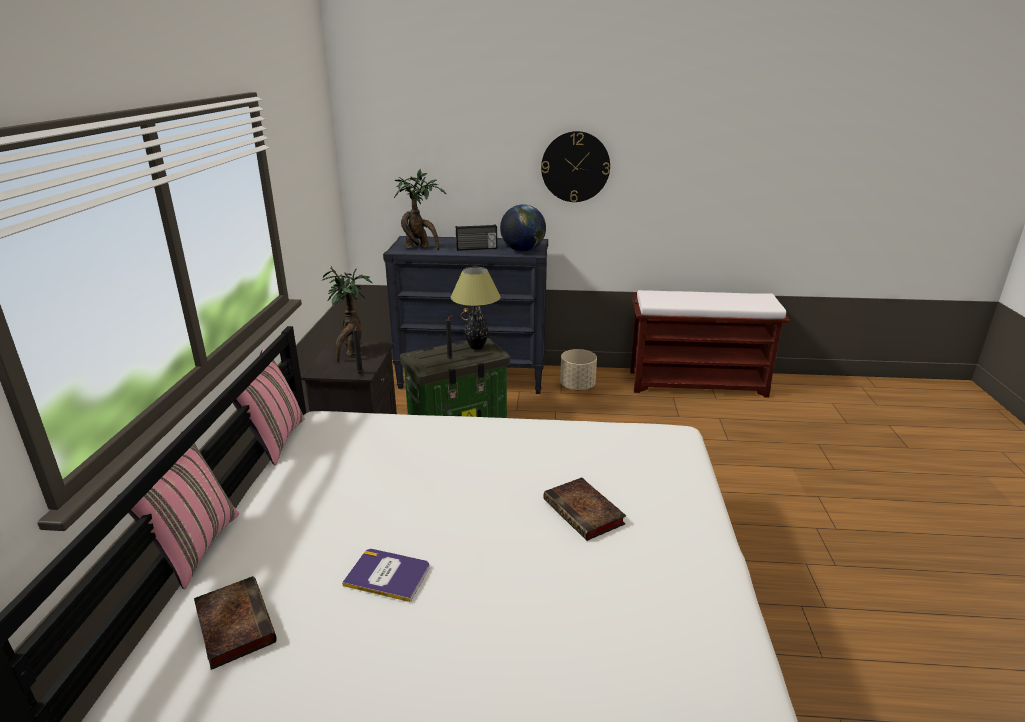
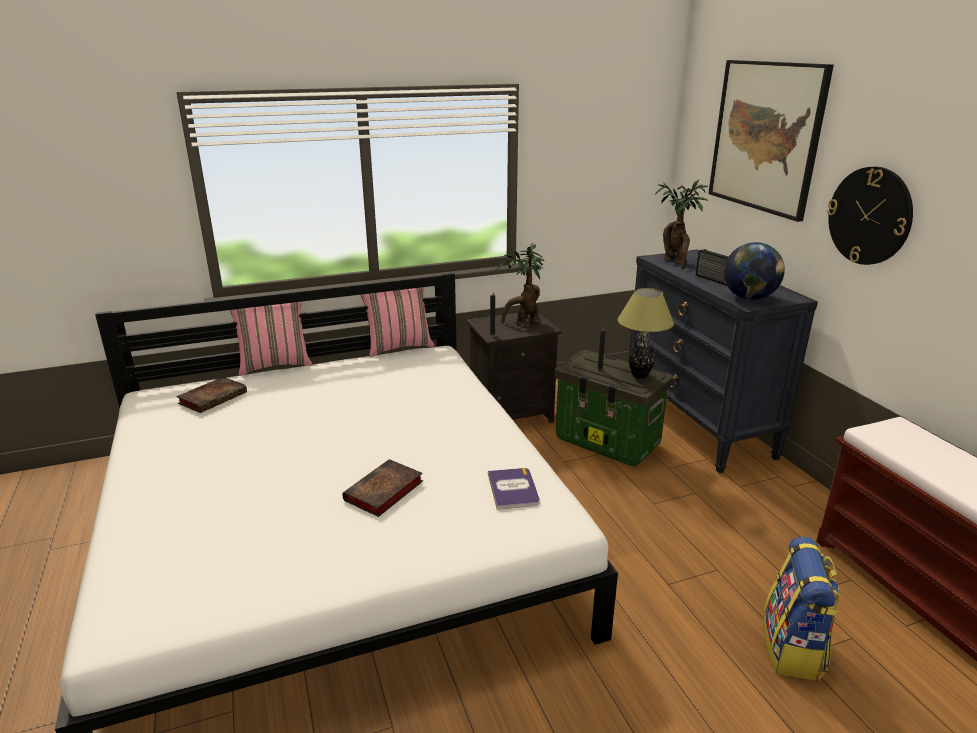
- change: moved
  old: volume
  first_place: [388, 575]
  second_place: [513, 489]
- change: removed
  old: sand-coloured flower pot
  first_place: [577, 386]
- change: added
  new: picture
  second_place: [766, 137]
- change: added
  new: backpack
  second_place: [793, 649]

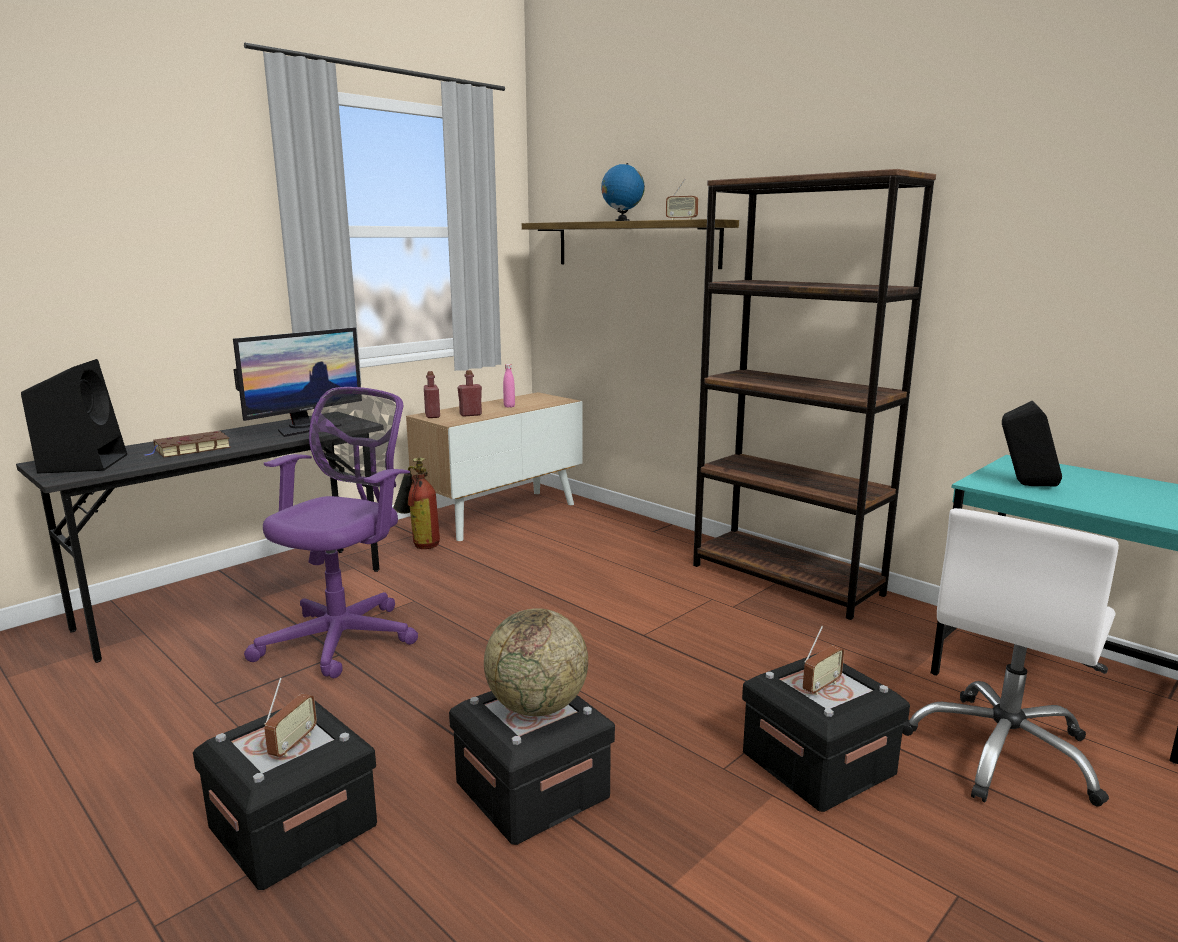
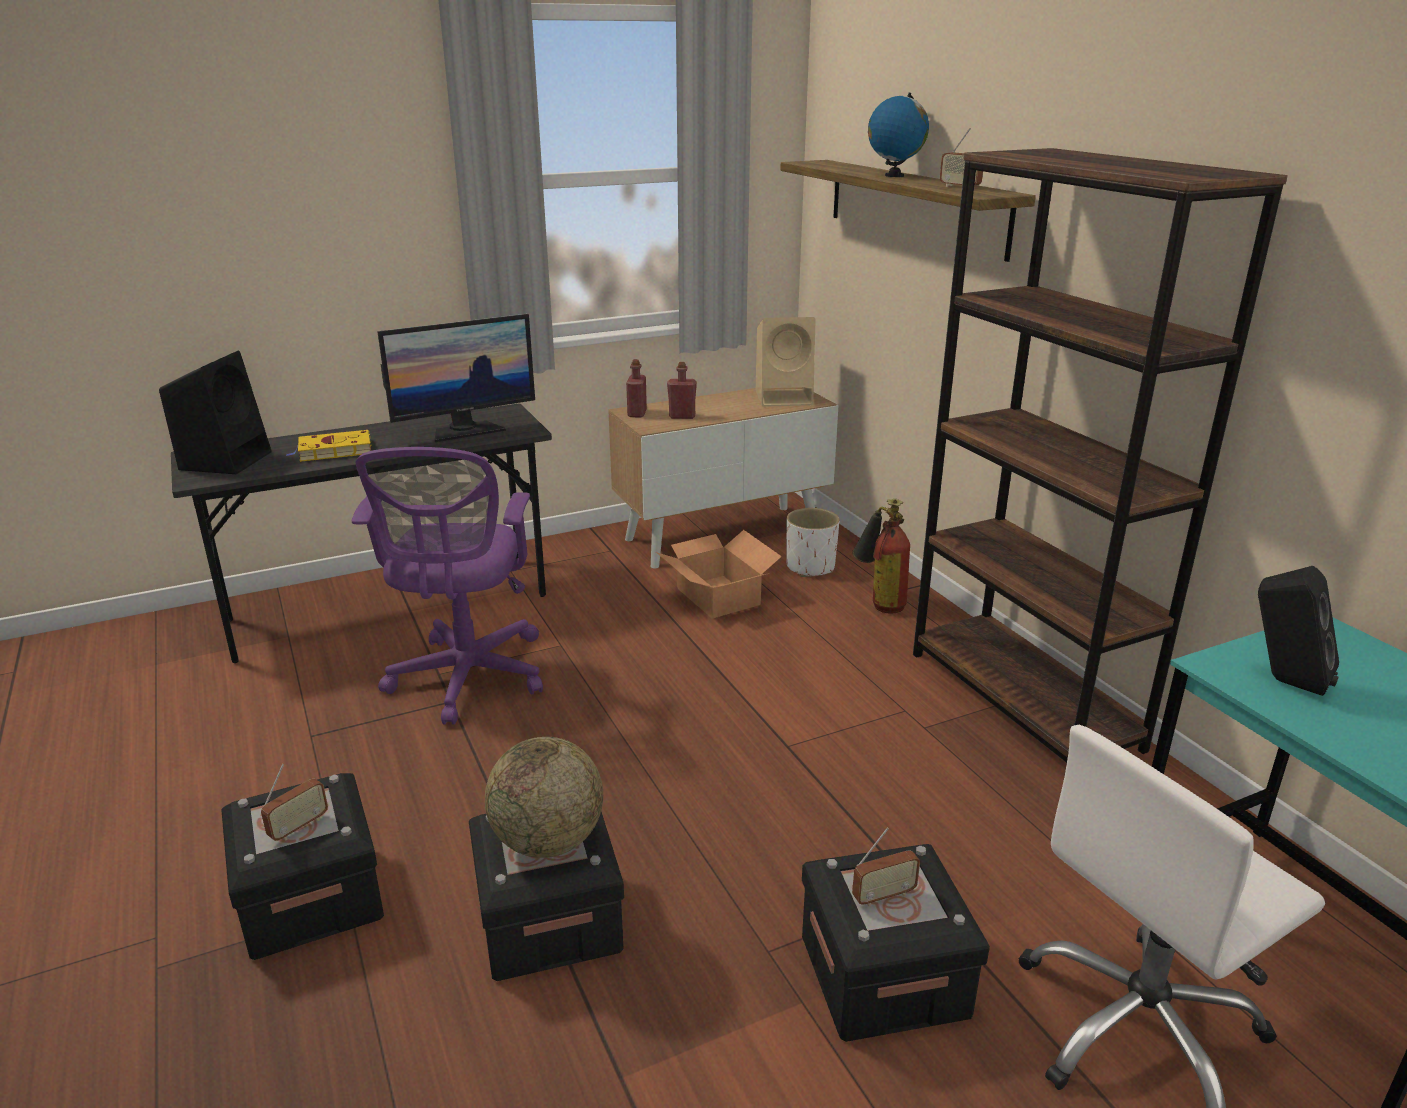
- change: recoloured
  old: brownish volume
  new: yellowish volume
  first_place: [190, 449]
  second_place: [333, 451]
- change: turned
  old: purplish desk chair
  first_place: [344, 637]
  second_place: [467, 680]
  degrees: 135
- change: moved
  old: fire-fighting cylinder
  first_place: [419, 543]
  second_place: [879, 601]
- change: removed
  old: pinkish bottle
  first_place: [509, 406]
- change: added
  new: cardboard box
  second_place: [718, 596]
- change: added
  new: sand-coloured speaker
  second_place: [785, 397]
- change: added
  new: white flower pot
  second_place: [810, 567]

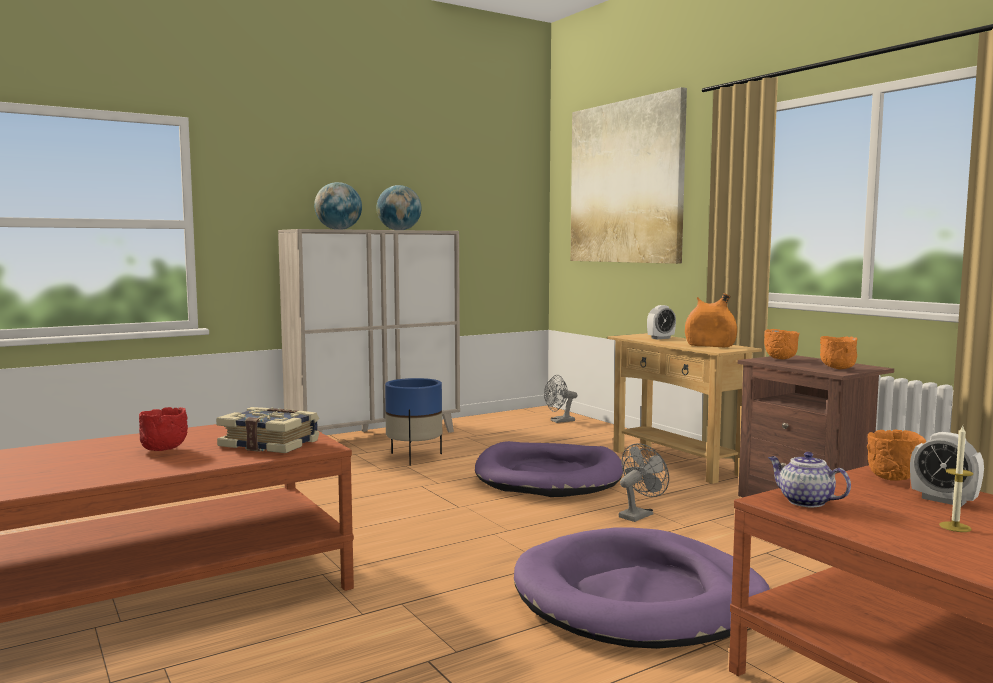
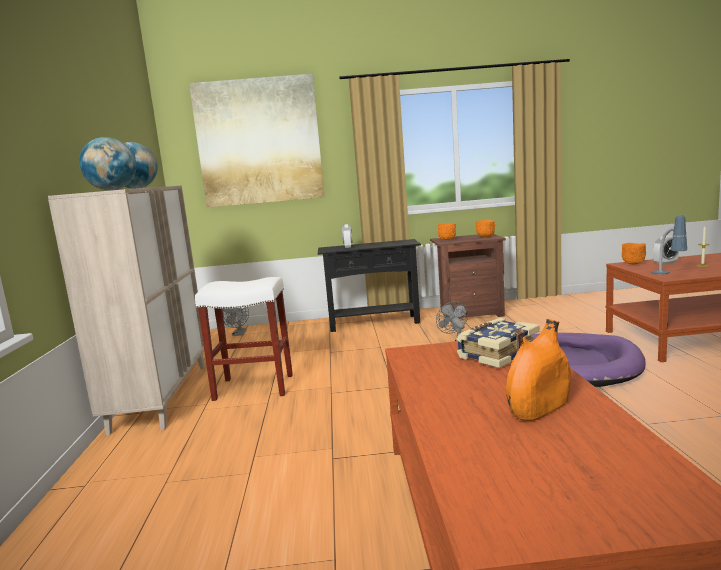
- change: removed
  old: reddish deep dish
  first_place: [164, 450]
- change: replaced
  old: bluish flower pot
  new: white stool seat
  first_place: [414, 457]
  second_place: [252, 387]
- change: removed
  old: purplish dog cushion
  first_place: [549, 476]
- change: recoloured
  old: sand-coloured narrow table
  new: blackish narrow table
  first_place: [676, 462]
  second_place: [374, 323]
- change: moved
  old: orangey decorative vase
  first_place: [710, 346]
  second_place: [539, 409]
- change: replaced
  old: teapot
  new: tabletop lamp
  first_place: [804, 501]
  second_place: [668, 275]

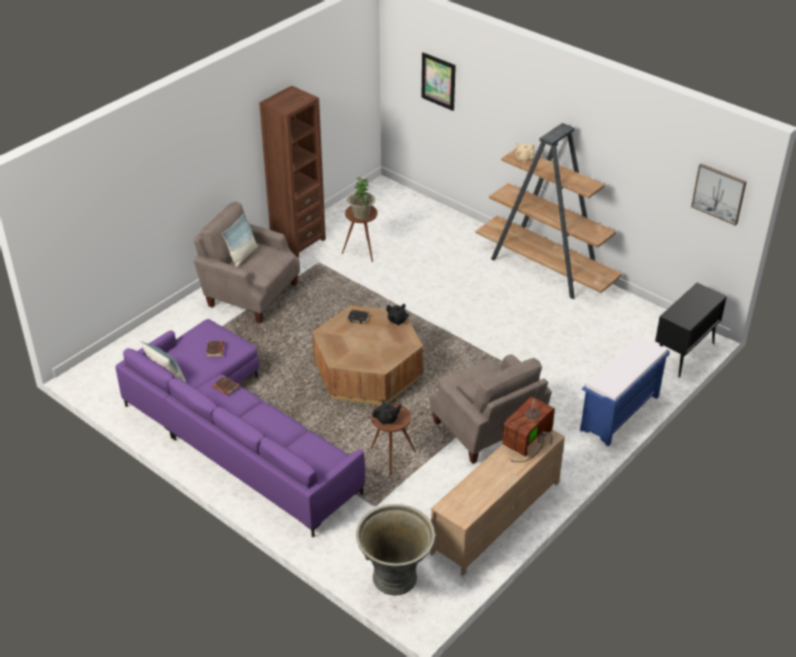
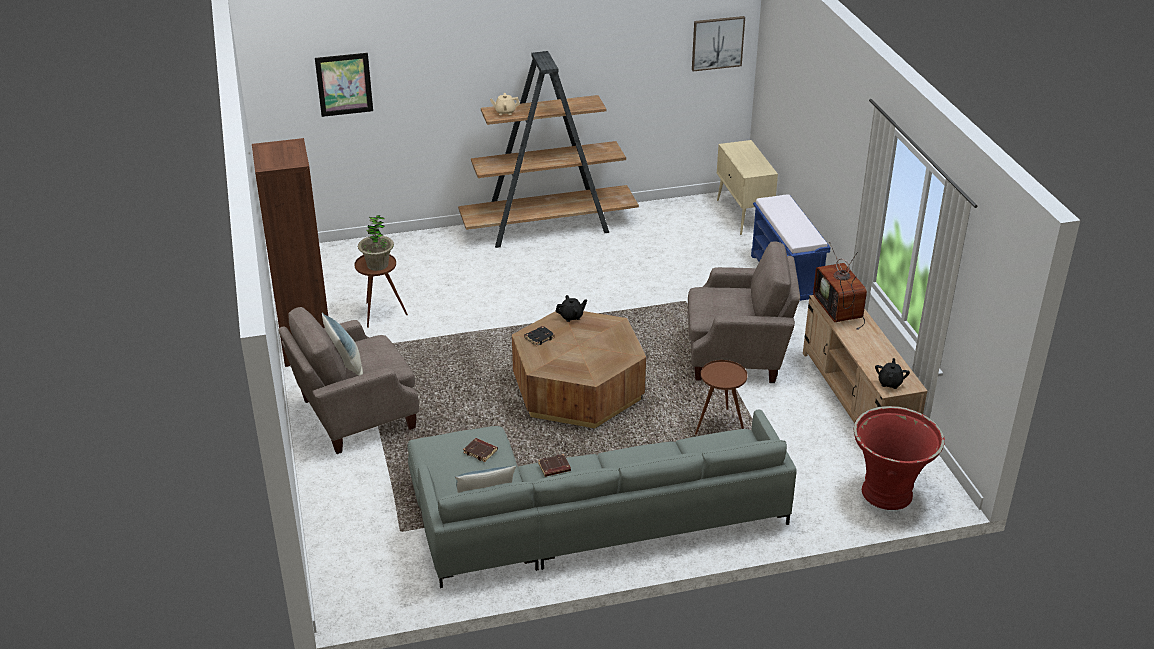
- change: recoloured
  old: purplish settee
  new: grey settee
  first_place: [237, 435]
  second_place: [582, 517]
- change: recoloured
  old: grey flower pot
  new: reddish flower pot
  first_place: [395, 578]
  second_place: [888, 493]
- change: moved
  old: blackish teapot
  first_place: [387, 419]
  second_place: [890, 383]
- change: recoloured
  old: blackish cupboard
  new: sand-coloured cupboard
  first_place: [683, 354]
  second_place: [743, 216]

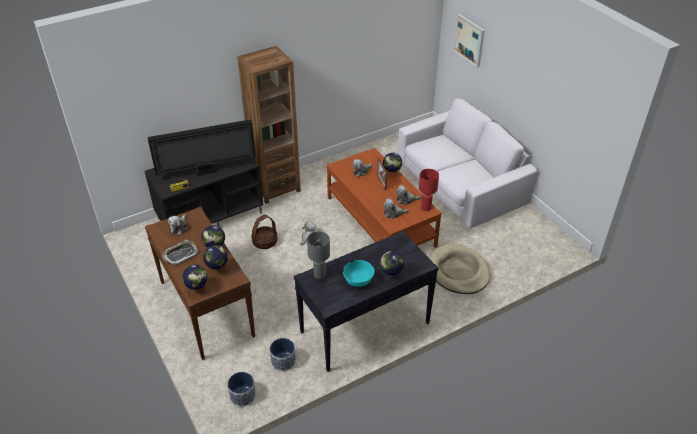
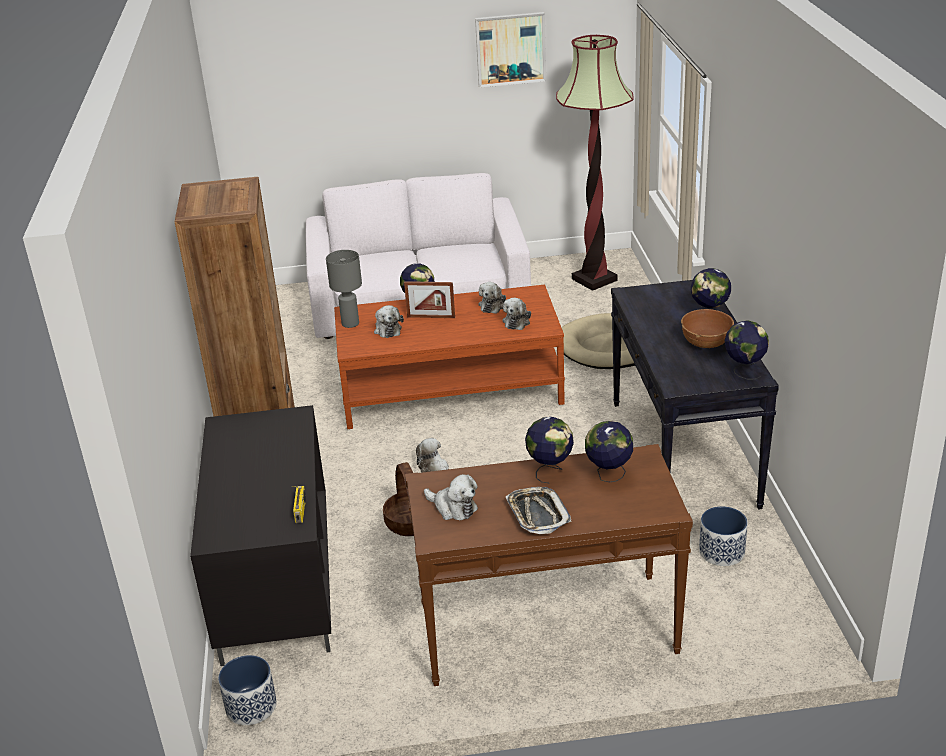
- change: removed
  old: television
  first_place: [207, 172]
- change: moved
  old: world globe
  first_place: [197, 290]
  second_place: [744, 370]
- change: moved
  old: flower pot
  first_place: [242, 396]
  second_place: [251, 707]
- change: moved
  old: grey tabletop lamp
  first_place: [319, 275]
  second_place: [350, 324]
- change: recoloured
  old: blue-green deep dish
  new: brownish deep dish
  first_place: [358, 280]
  second_place: [706, 342]
- change: removed
  old: reddish tabletop lamp
  first_place: [426, 208]
- change: moved
  old: picture
  first_place: [469, 40]
  second_place: [510, 49]
- change: added
  new: floor lamp
  second_place: [594, 279]

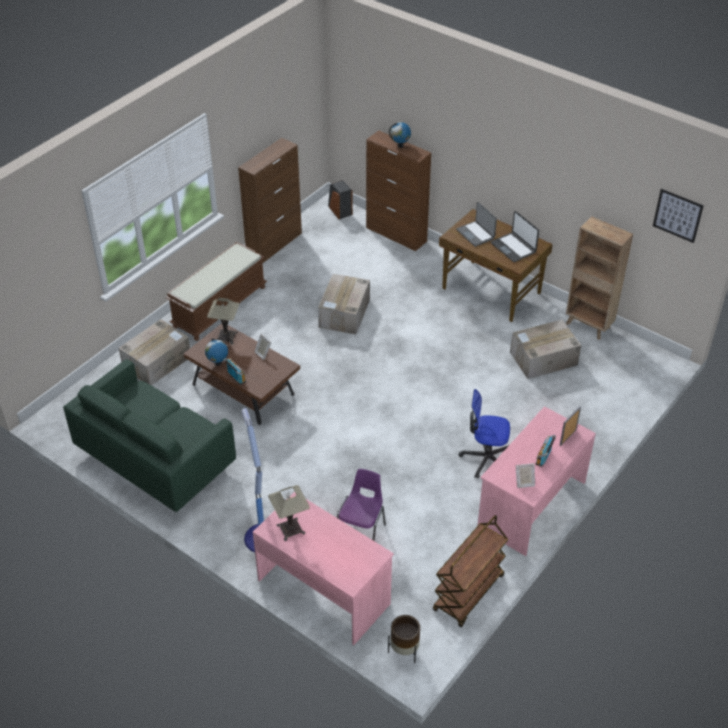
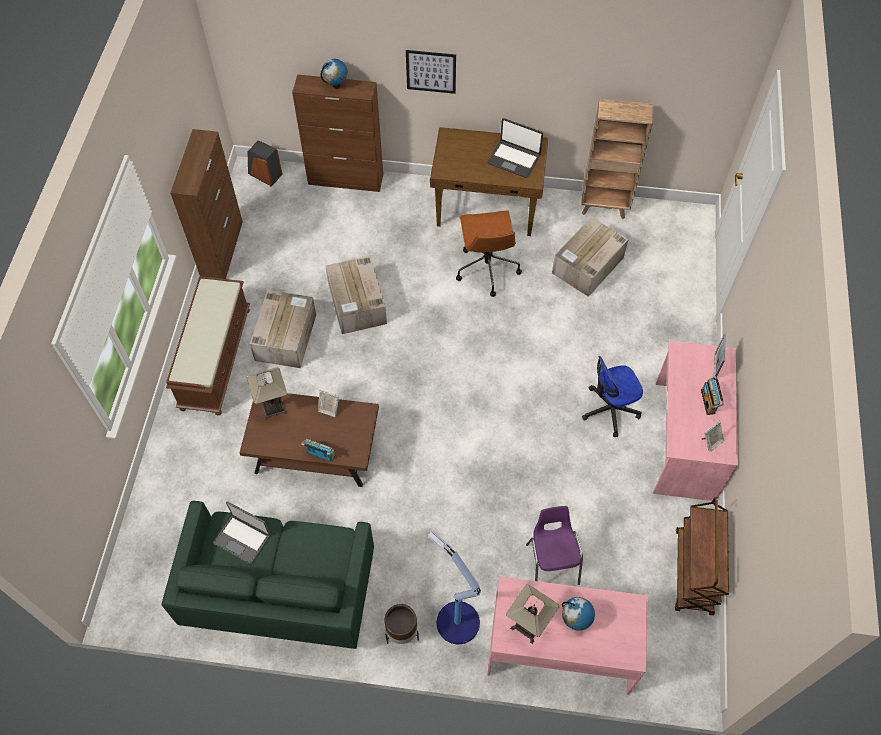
- change: moved
  old: cardboard box
  first_place: [157, 361]
  second_place: [286, 336]
- change: moved
  old: world globe
  first_place: [217, 363]
  second_place: [575, 620]
- change: moved
  old: brownish flower pot
  first_place: [404, 651]
  second_place: [402, 632]
- change: moved
  old: notebook computer
  first_place: [476, 234]
  second_place: [243, 538]
- change: moved
  old: picture
  first_place: [677, 215]
  second_place: [431, 71]
- change: added
  new: brownish desk chair
  second_place: [486, 268]

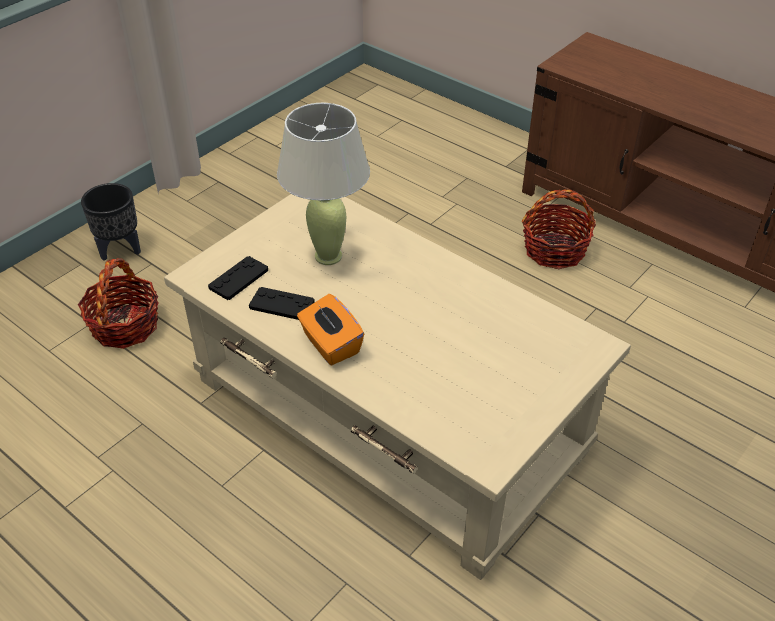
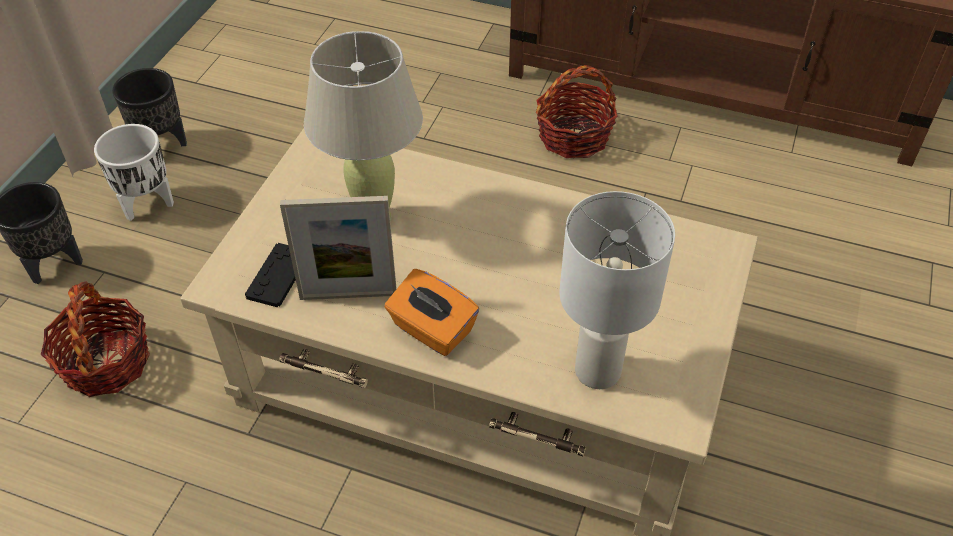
- change: replaced
  old: blackish game controller
  new: standing frame
  first_place: [282, 305]
  second_place: [348, 295]
- change: added
  new: white flower pot
  second_place: [148, 204]
- change: added
  new: blackish flower pot
  second_place: [161, 145]
- change: added
  new: white tabletop lamp
  second_place: [596, 370]

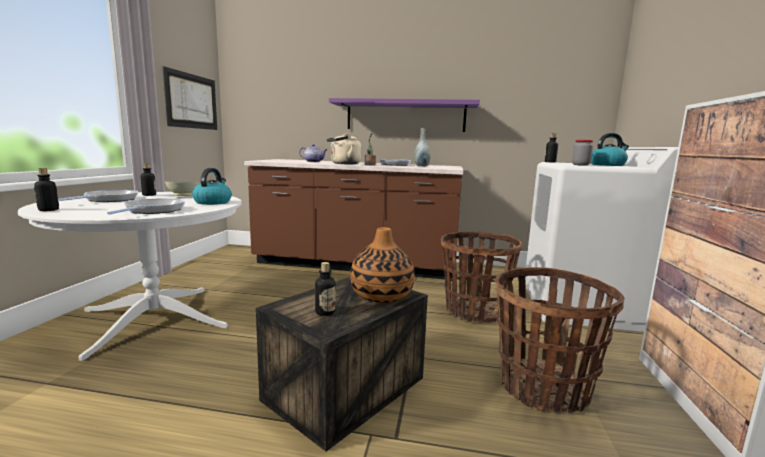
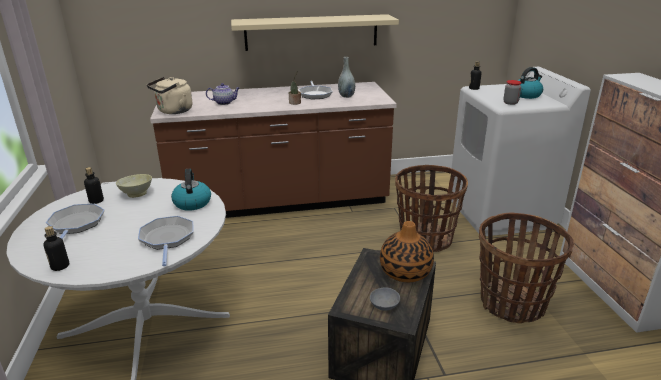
- change: removed
  old: picture
  first_place: [192, 101]
- change: replaced
  old: bottle
  new: grey deep dish
  first_place: [325, 312]
  second_place: [383, 304]
- change: moved
  old: sand-coloured water kettle
  first_place: [343, 164]
  second_place: [173, 111]
- change: recoloured
  old: purplish bracket shelf
  new: sand-coloured bracket shelf
  first_place: [405, 116]
  second_place: [311, 32]

